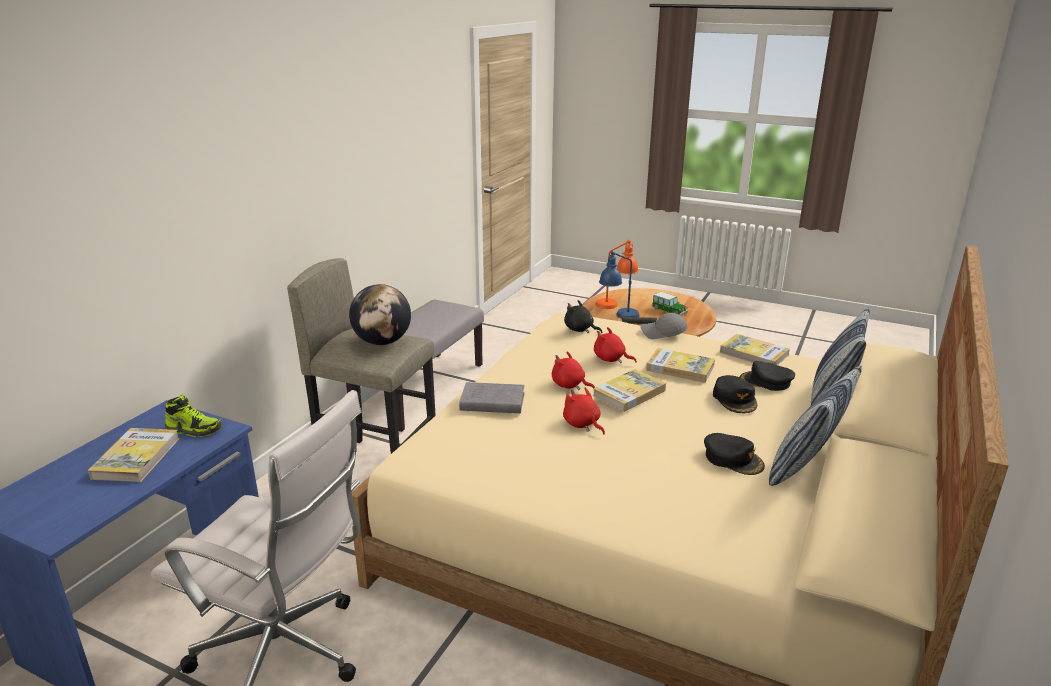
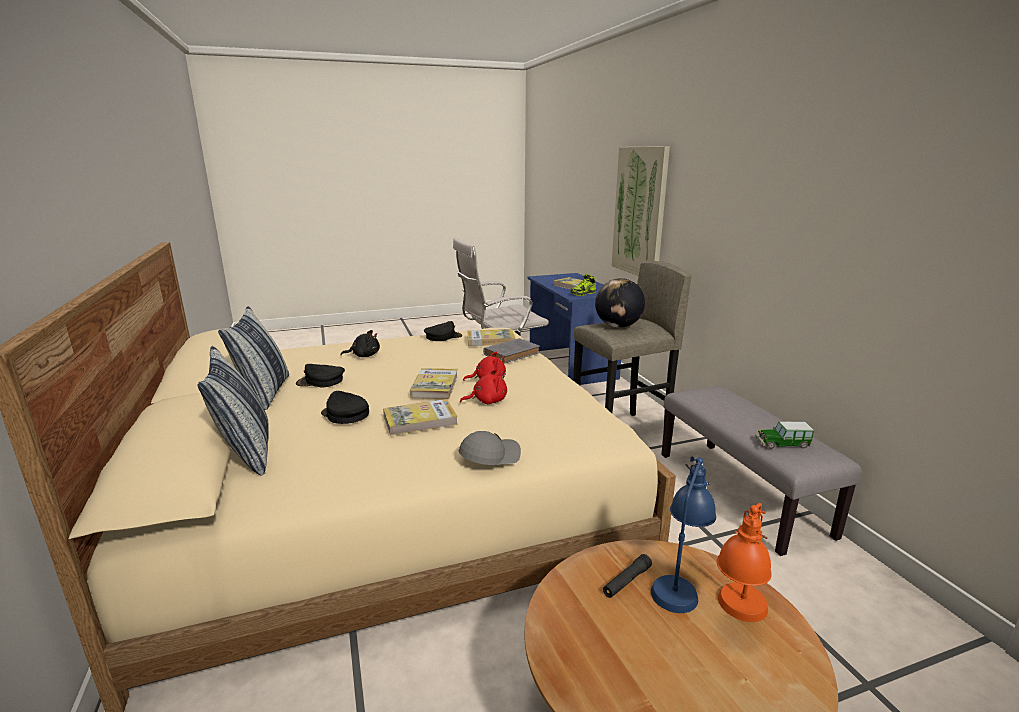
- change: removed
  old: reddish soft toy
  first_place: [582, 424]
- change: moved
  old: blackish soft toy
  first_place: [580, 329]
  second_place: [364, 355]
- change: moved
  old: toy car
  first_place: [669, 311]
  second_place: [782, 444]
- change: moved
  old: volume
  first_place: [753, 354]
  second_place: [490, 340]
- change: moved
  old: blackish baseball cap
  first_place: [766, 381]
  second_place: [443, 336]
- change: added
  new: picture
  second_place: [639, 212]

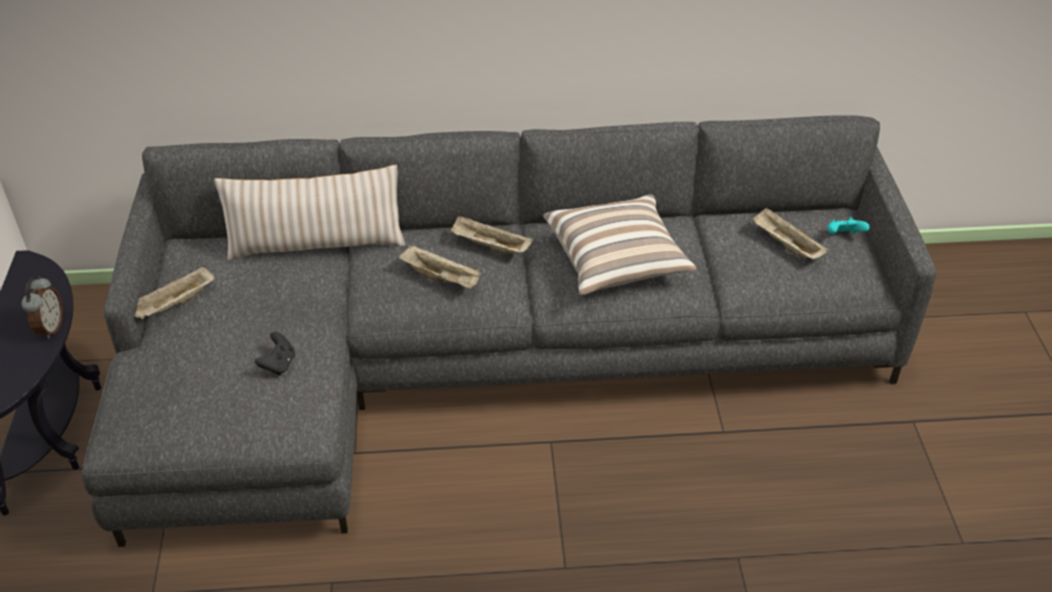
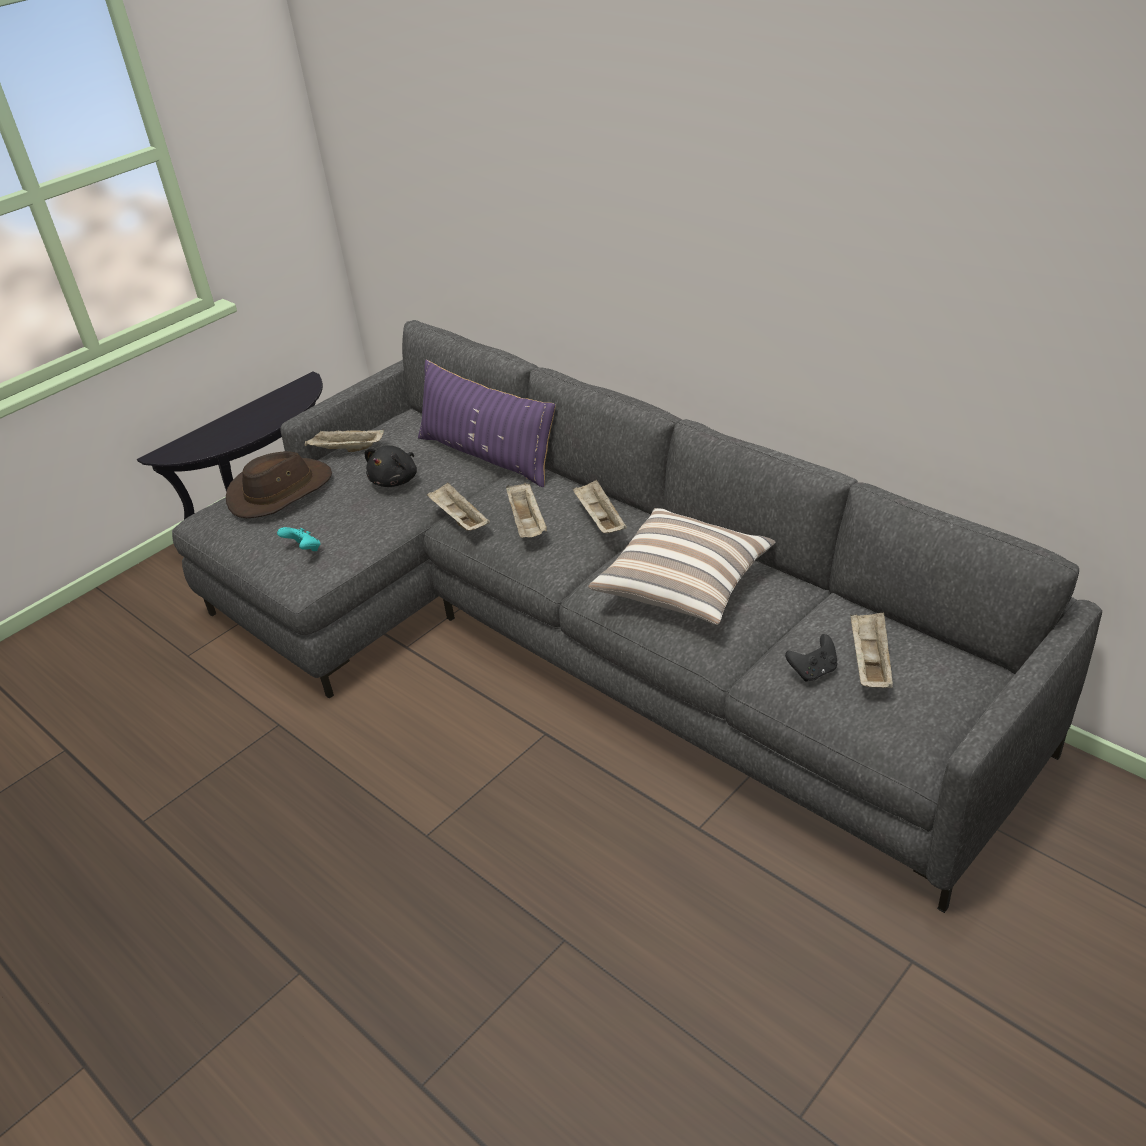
- change: removed
  old: table clock
  first_place: [50, 328]
- change: recoloured
  old: sand-coloured pillow
  new: purplish pillow
  first_place: [316, 244]
  second_place: [487, 456]
- change: moved
  old: blackish game controller
  first_place: [278, 364]
  second_place: [813, 671]
- change: moved
  old: blue-green game controller
  first_place: [843, 237]
  second_place: [304, 550]
- change: added
  new: brownish wearable hat
  second_place: [280, 491]
- change: added
  new: blackish soft toy
  second_place: [396, 480]
- change: added
  new: sand-coloured tray
  second_place: [459, 520]

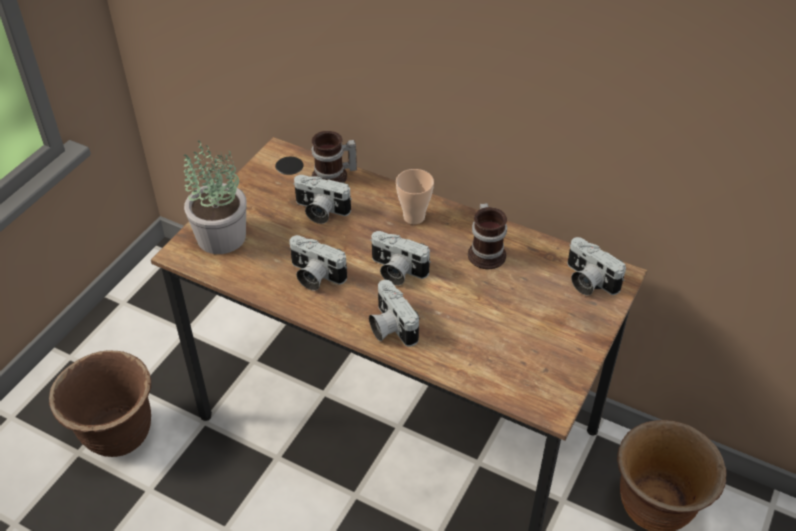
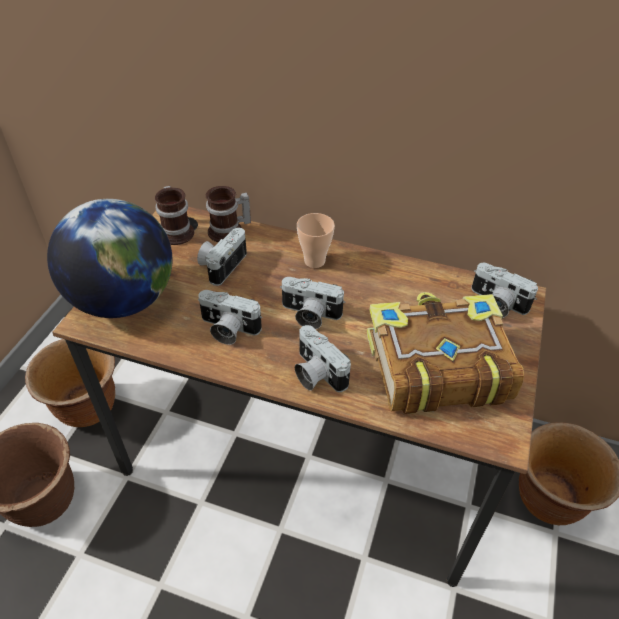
- change: replaced
  old: plant in a pot
  new: world globe
  first_place: [220, 236]
  second_place: [124, 300]
- change: turned
  old: photo camera
  first_place: [320, 211]
  second_place: [222, 265]
  degrees: 105
- change: moved
  old: coffee mug
  first_place: [487, 252]
  second_place: [178, 231]
- change: added
  new: brownish flower pot
  second_place: [88, 408]
- change: added
  new: volume
  second_place: [435, 366]

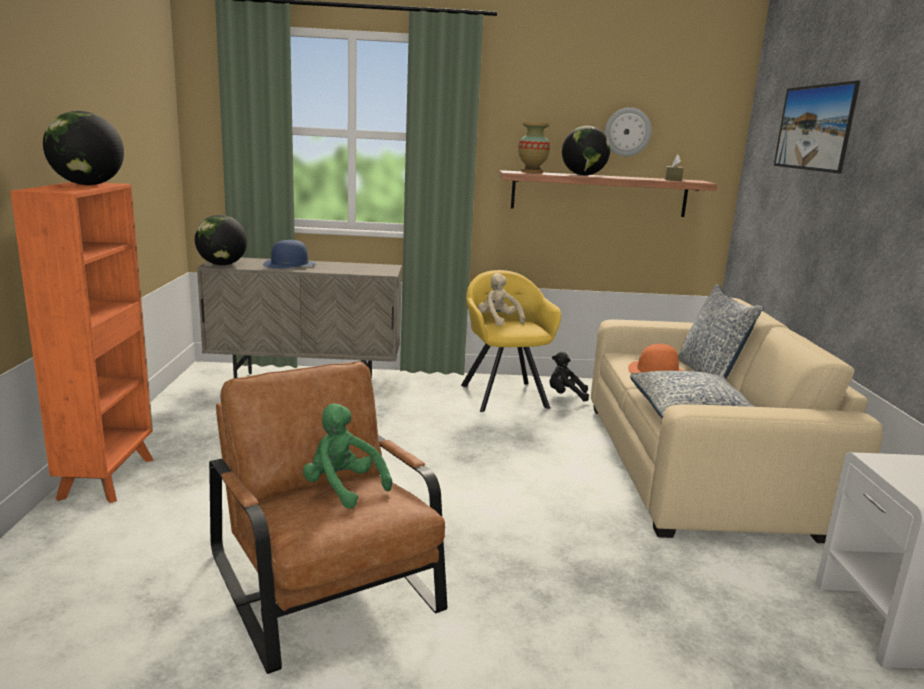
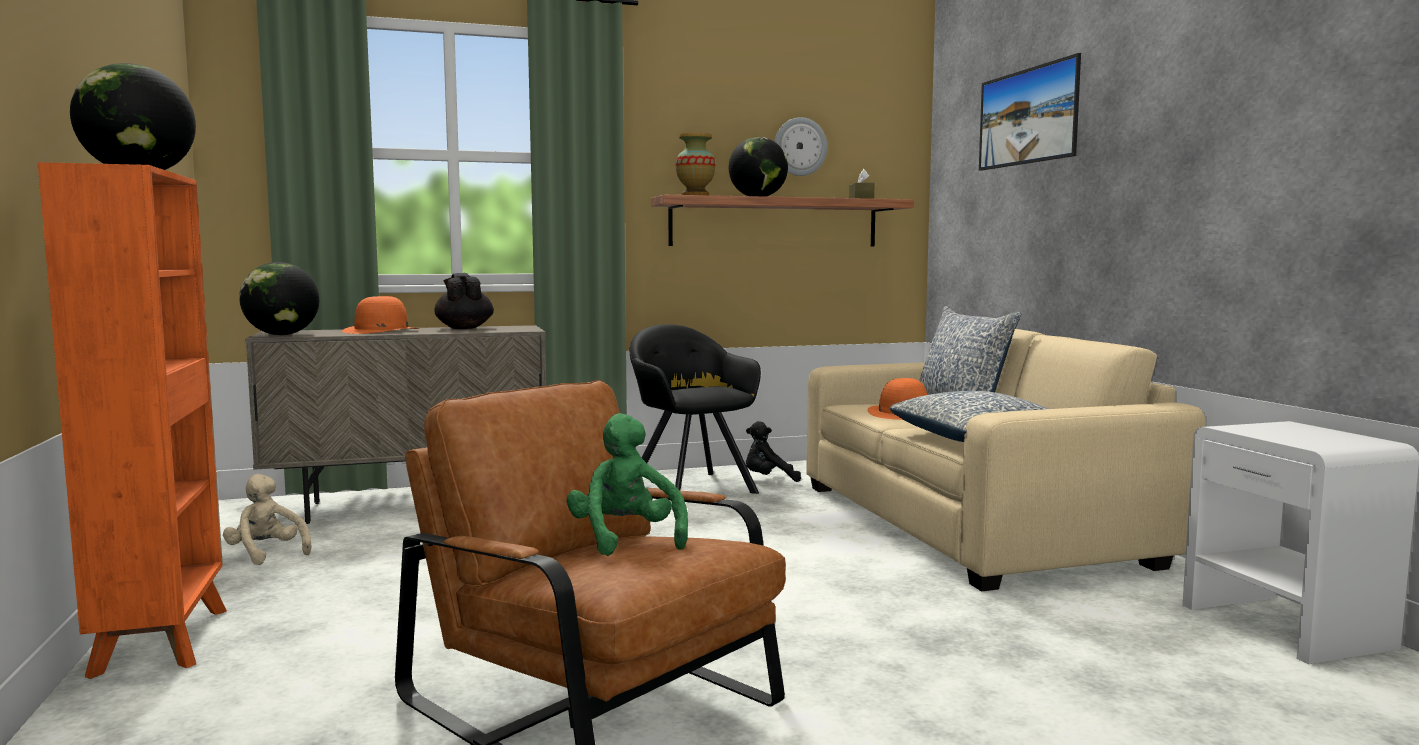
- change: recoloured
  old: bluish wearable hat
  new: orangey wearable hat
  first_place: [289, 264]
  second_place: [381, 331]
- change: turned
  old: green soft toy
  first_place: [342, 488]
  second_place: [626, 539]
  degrees: 45
- change: recoloured
  old: yellowish easy chair
  new: blackish easy chair
  first_place: [503, 394]
  second_place: [690, 486]
- change: moved
  old: sand-coloured soft toy
  first_place: [498, 321]
  second_place: [266, 554]
- change: added
  new: blackish teapot
  second_place: [464, 328]

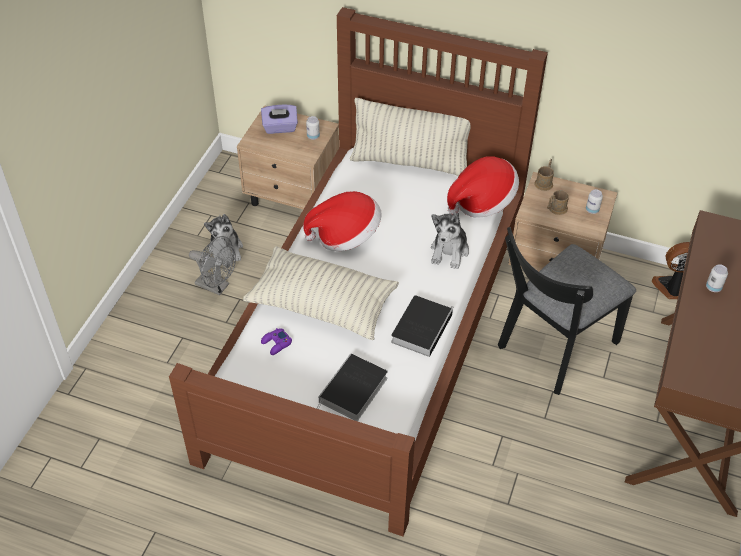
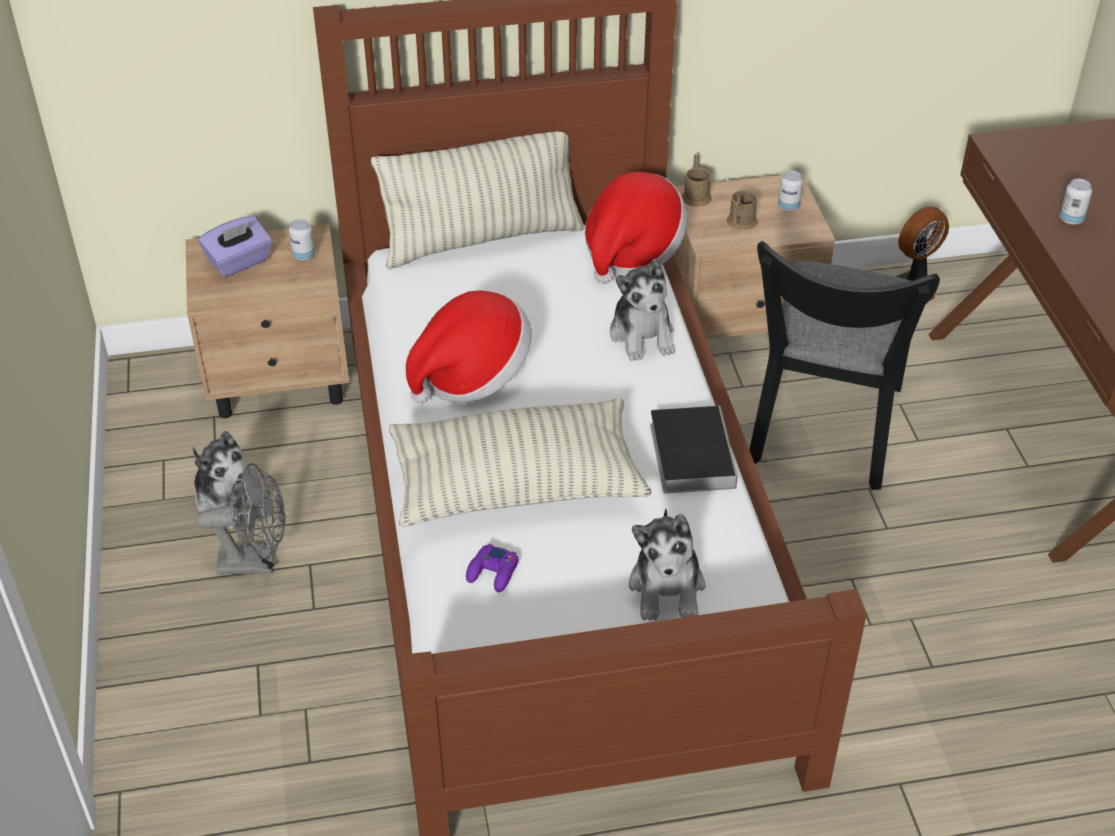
- change: replaced
  old: volume
  new: soft toy
  first_place: [353, 392]
  second_place: [667, 587]

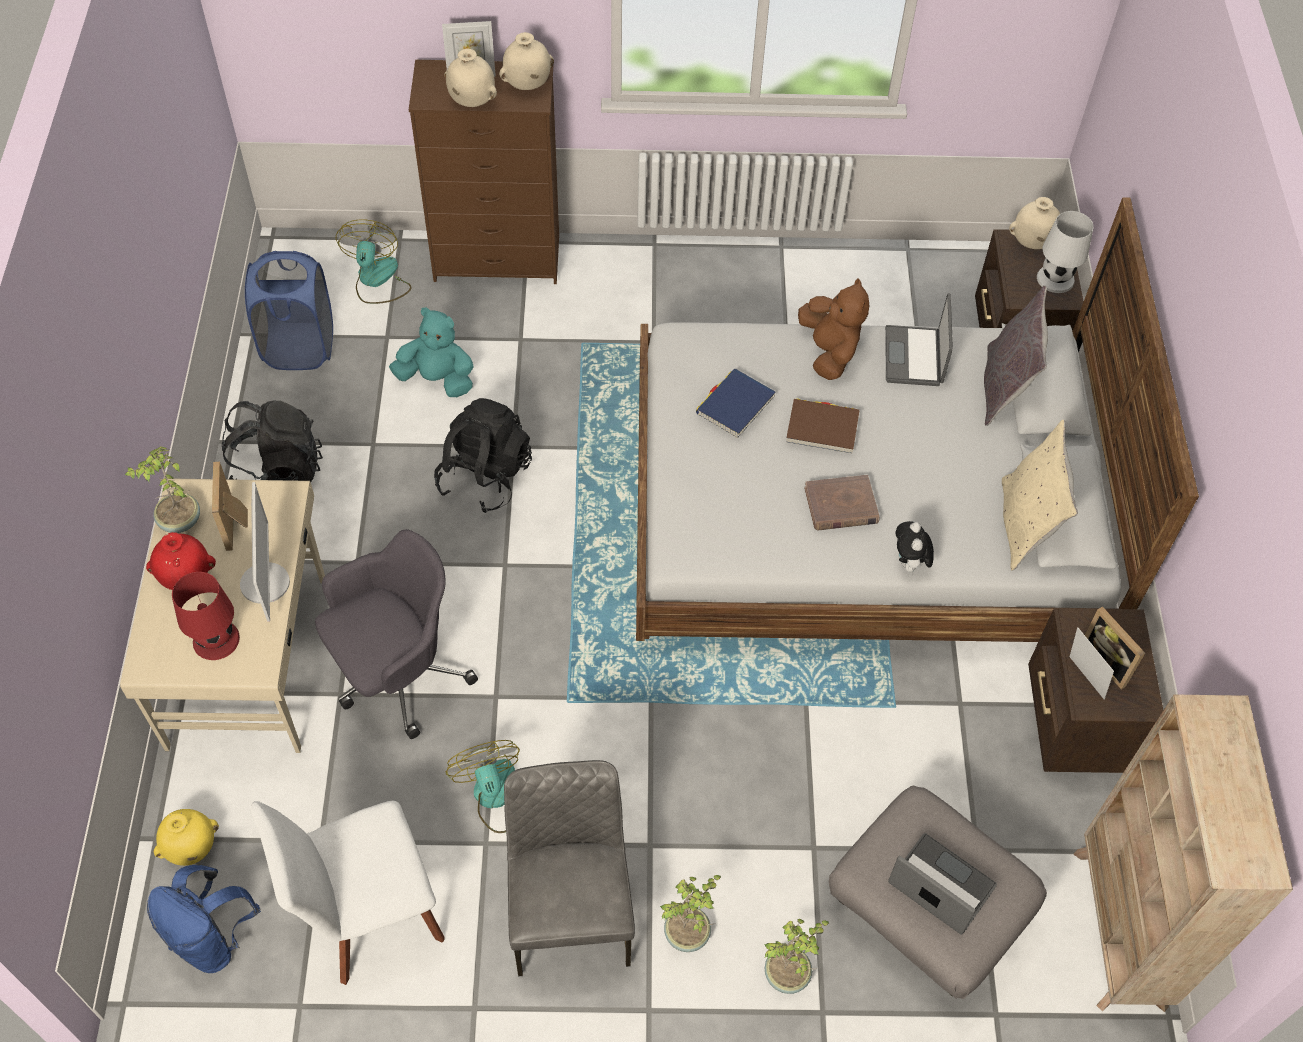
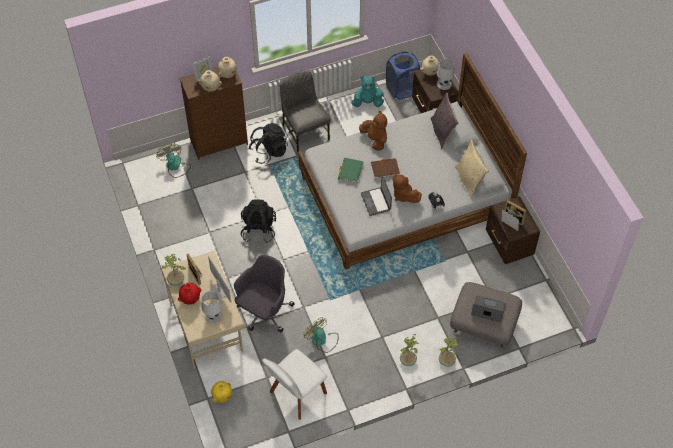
- change: removed
  old: bluish backpack
  first_place: [213, 937]
- change: recoloured
  old: reddish tabletop lamp
  new: white tabletop lamp
  first_place: [216, 640]
  second_place: [213, 316]
- change: moved
  old: blackish backpack
  first_place: [277, 470]
  second_place: [269, 152]
- change: moved
  old: bluish laundry basket
  first_place: [299, 347]
  second_place: [402, 89]
- change: moved
  old: blue-green soft toy
  first_place: [437, 379]
  second_place: [367, 103]
- change: moved
  old: grey chair
  first_place: [570, 910]
  second_place: [304, 132]
- change: recoloured
  old: bluish volume
  new: green volume
  first_place: [735, 405]
  second_place: [350, 171]
- change: replaced
  old: brownish volume
  new: brownish soft toy
  first_place: [841, 506]
  second_place: [403, 195]
- change: moved
  old: notebook computer
  first_place: [915, 357]
  second_place: [376, 201]
- change: removed
  old: sand-coloured shelving unit
  first_place: [1119, 929]

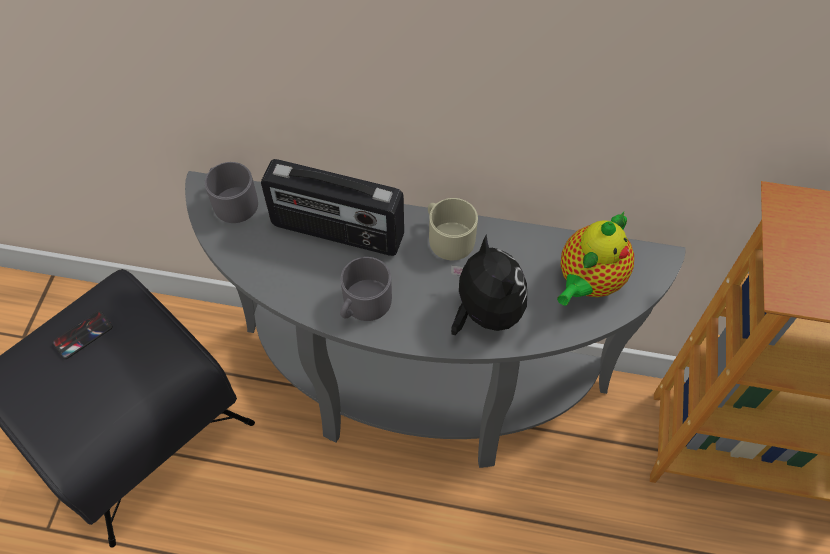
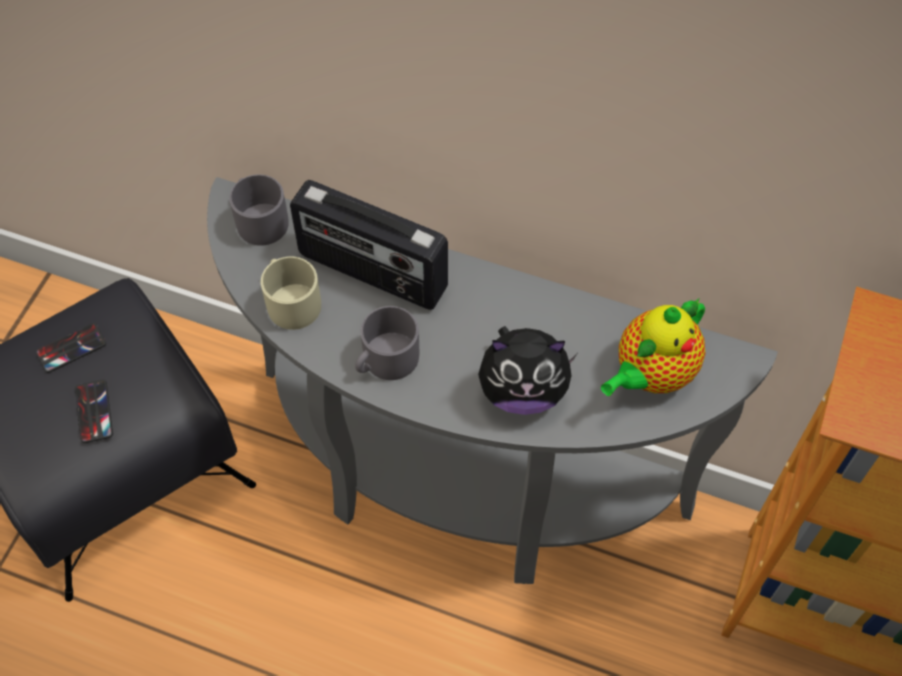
- change: moved
  old: sand-coloured coffee mug
  first_place: [447, 237]
  second_place: [291, 301]
- change: turned
  old: soft toy
  first_place: [484, 312]
  second_place: [522, 390]
  degrees: 105
- change: added
  new: telephone
  second_place: [94, 411]

